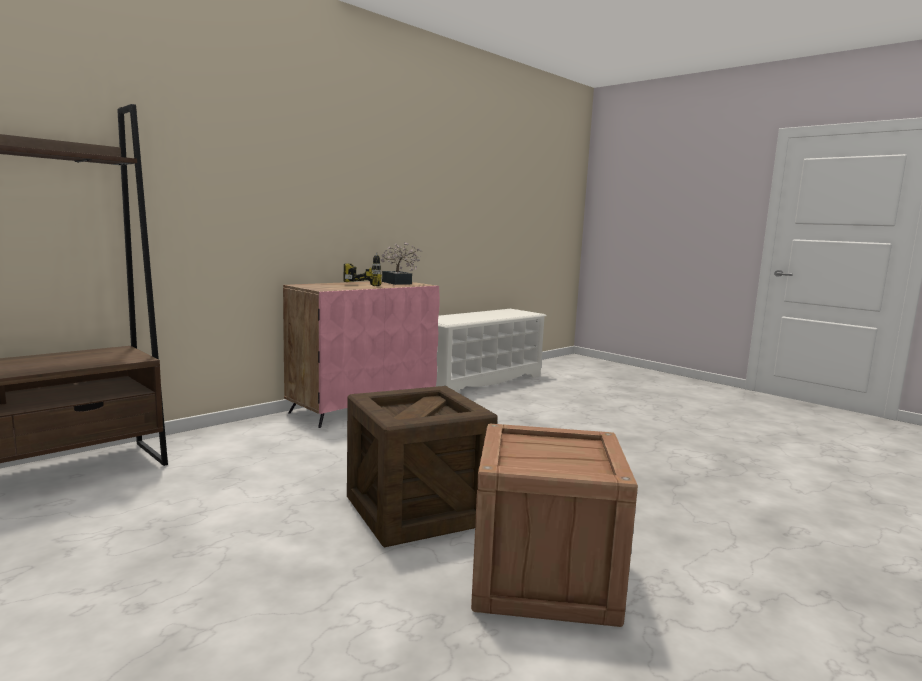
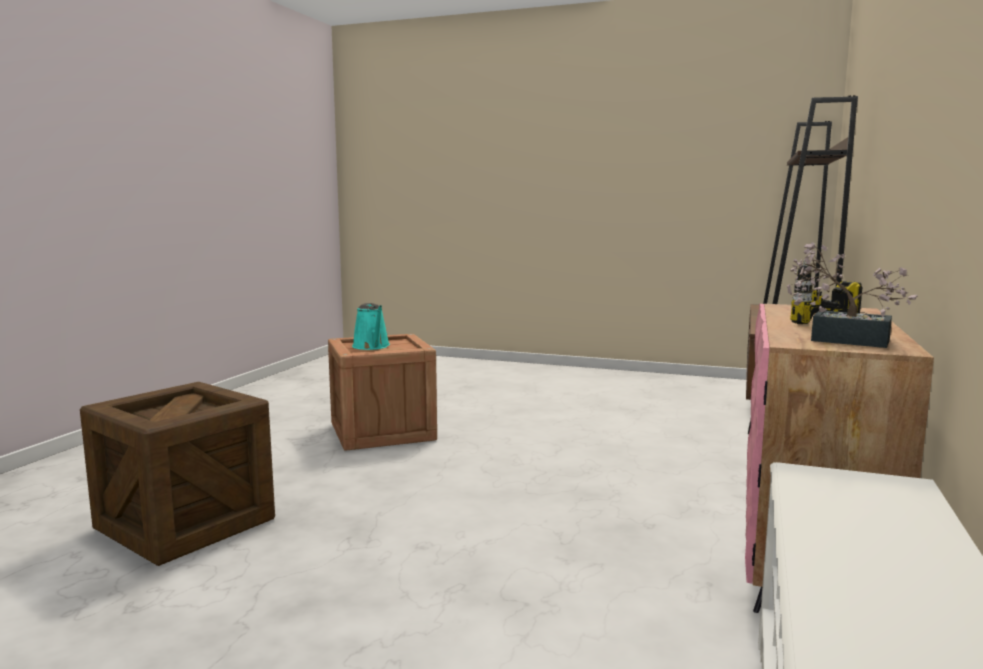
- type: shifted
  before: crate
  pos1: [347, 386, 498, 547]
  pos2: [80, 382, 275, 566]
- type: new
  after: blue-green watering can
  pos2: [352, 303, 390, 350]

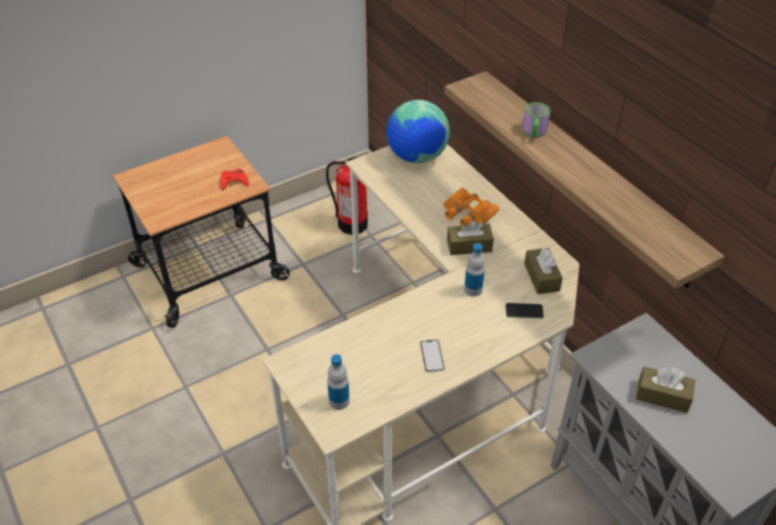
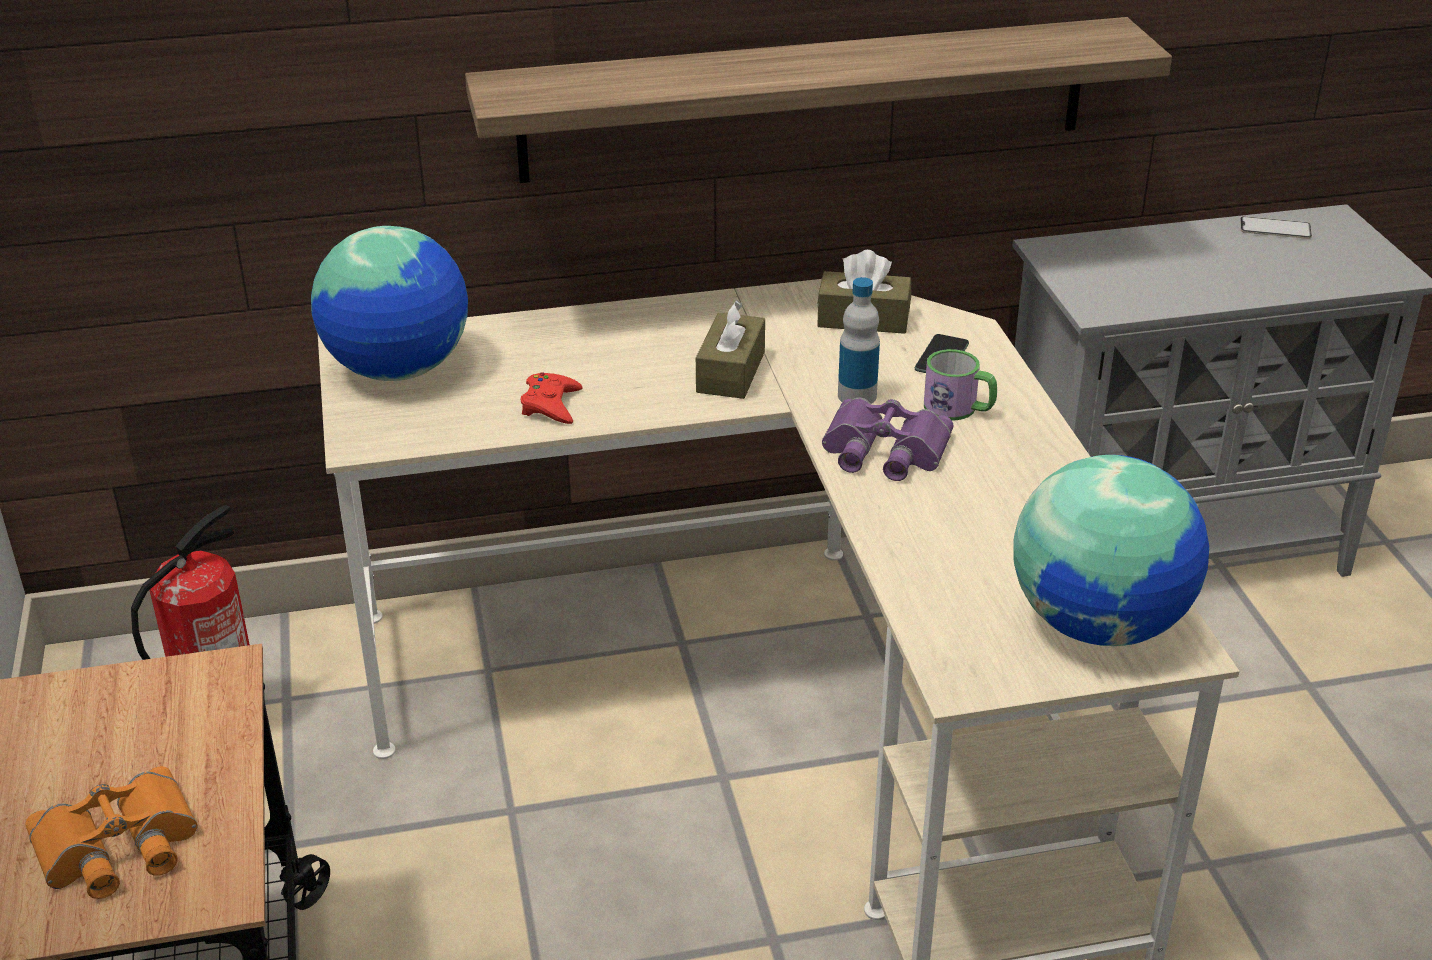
- type: shifted
  before: coffee mug
  pos1: [522, 102, 550, 138]
  pos2: [924, 349, 997, 420]
- type: shifted
  before: red game controller
  pos1: [220, 169, 249, 190]
  pos2: [521, 372, 583, 424]
- type: shifted
  before: orange-coloured pair of binoculars
  pos1: [444, 188, 499, 226]
  pos2: [25, 766, 197, 899]
- type: shifted
  before: telephone
  pos1: [420, 340, 445, 372]
  pos2: [1240, 216, 1312, 239]
- type: swapped
  before: beverage bottle
  after: world globe
  pos1: [327, 354, 350, 410]
  pos2: [1013, 455, 1209, 646]
- type: gone
  before: brownish tissue box
  pos1: [636, 366, 695, 413]
- type: new
  after: purplish pair of binoculars
  pos2: [822, 397, 953, 481]

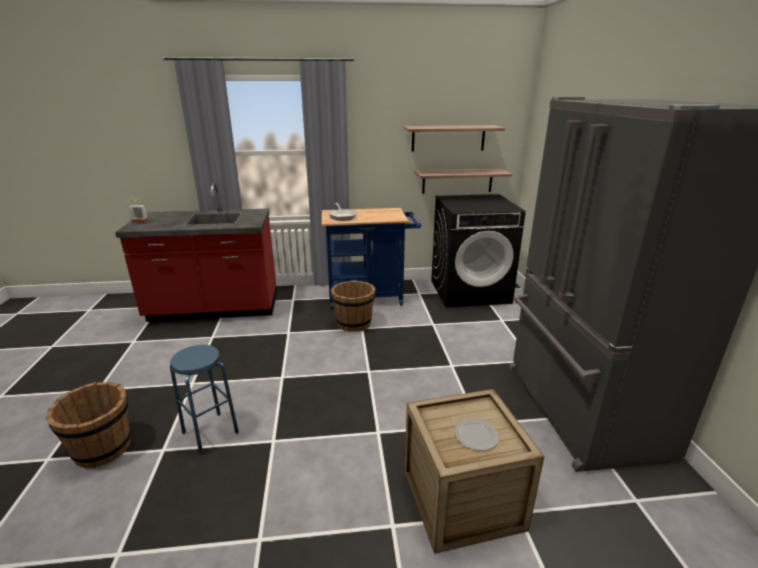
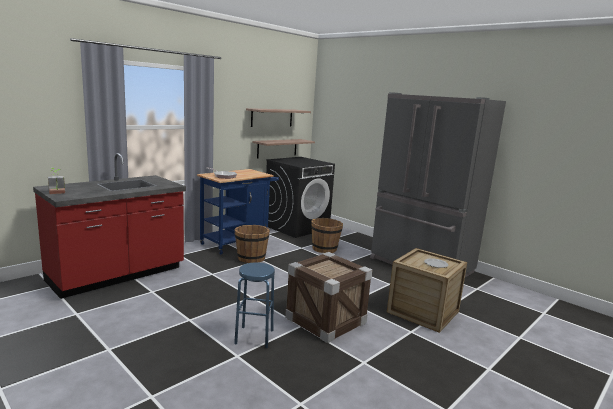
- type: shifted
  before: brownish pail
  pos1: [45, 382, 131, 468]
  pos2: [311, 218, 343, 253]
- type: new
  after: crate
  pos2: [285, 252, 372, 343]

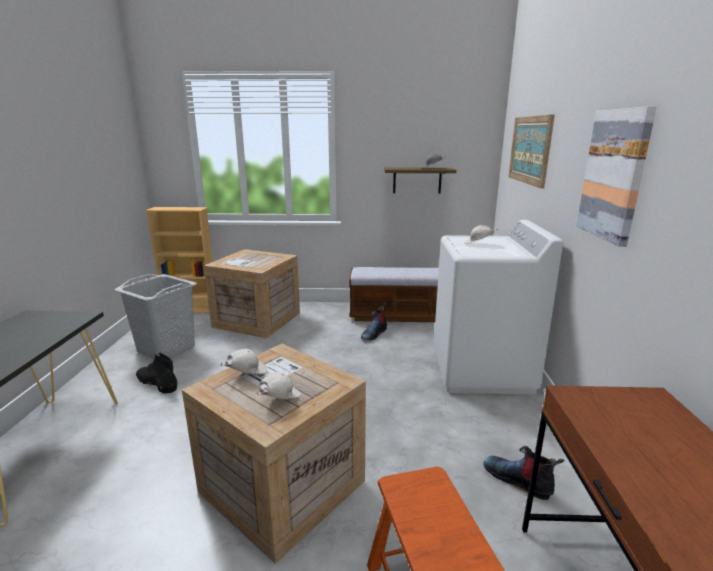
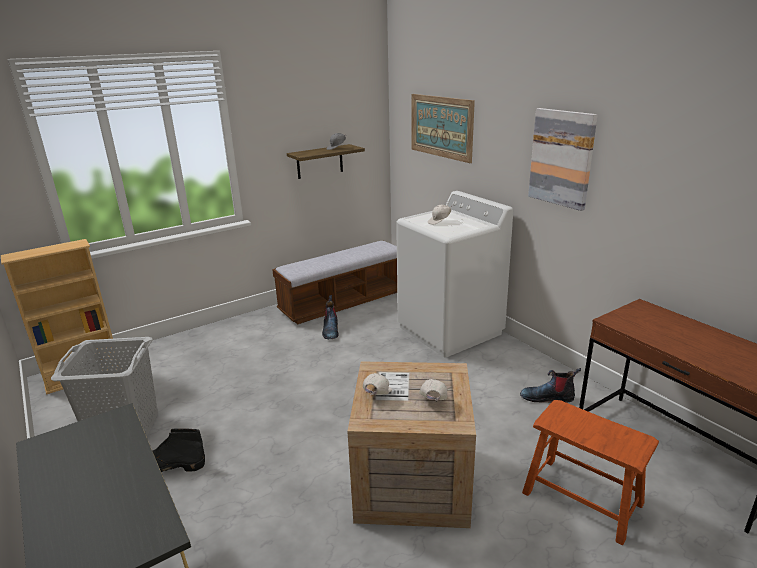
- type: gone
  before: crate
  pos1: [204, 249, 300, 338]

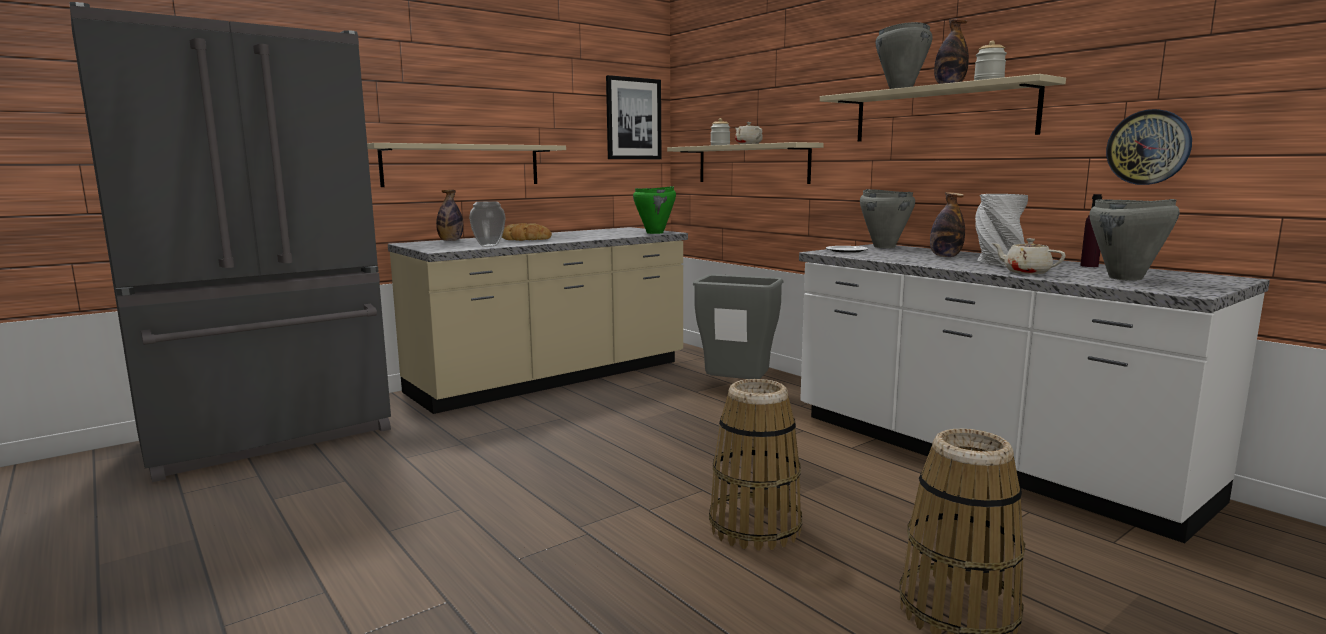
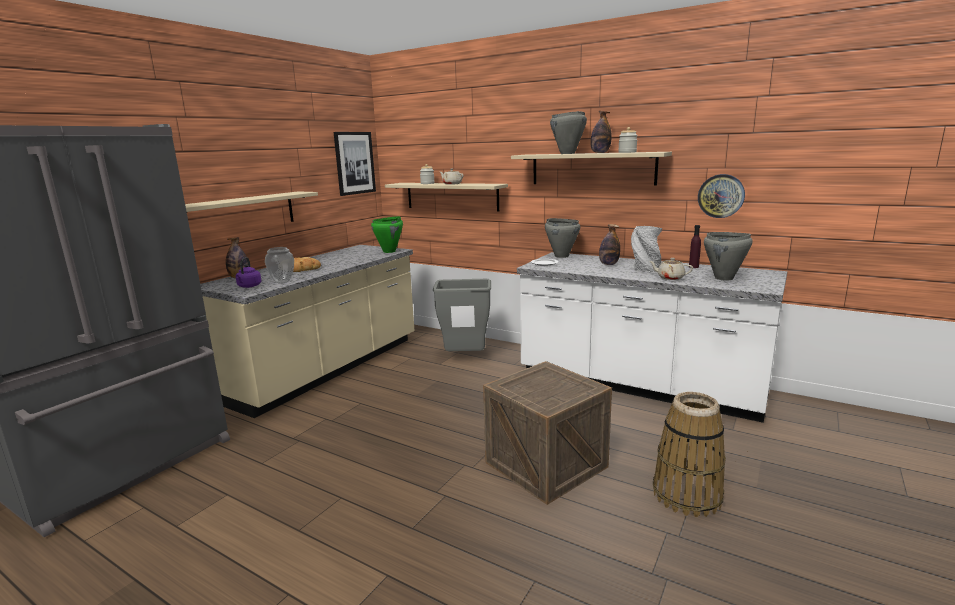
- type: swapped
  before: household basket
  after: crate
  pos1: [709, 379, 802, 551]
  pos2: [483, 361, 612, 505]
- type: new
  after: purplish tea kettle
  pos2: [236, 257, 261, 288]

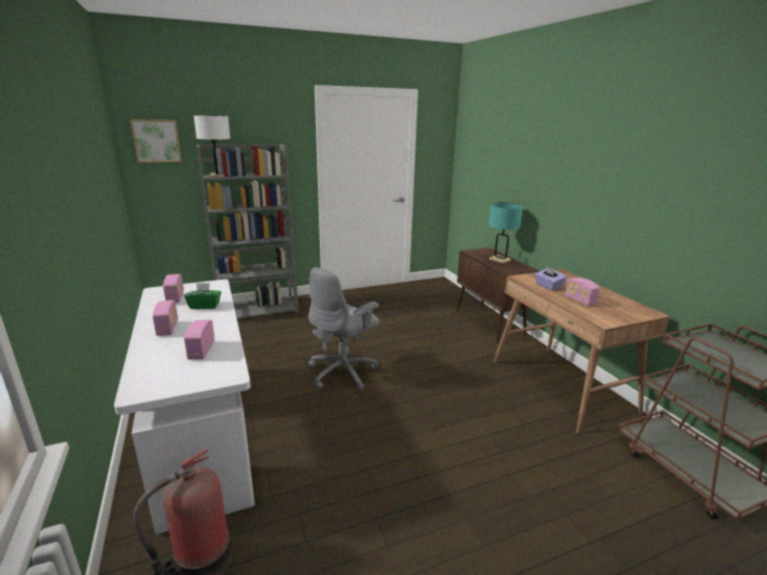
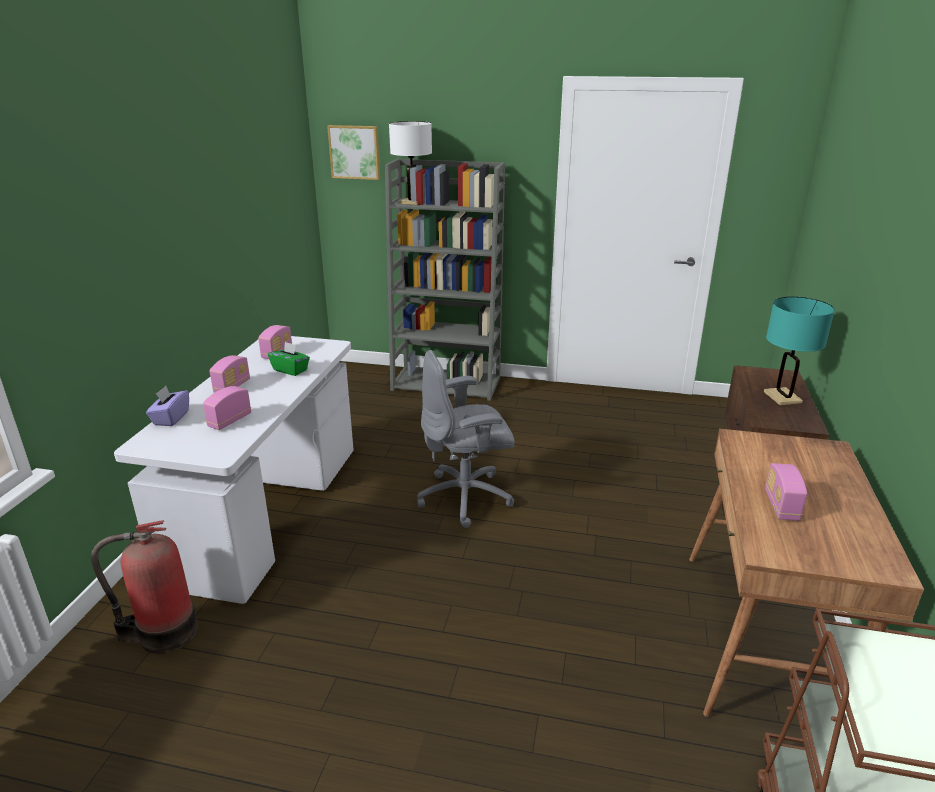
- type: shifted
  before: purplish tissue box
  pos1: [535, 266, 567, 291]
  pos2: [146, 386, 189, 426]

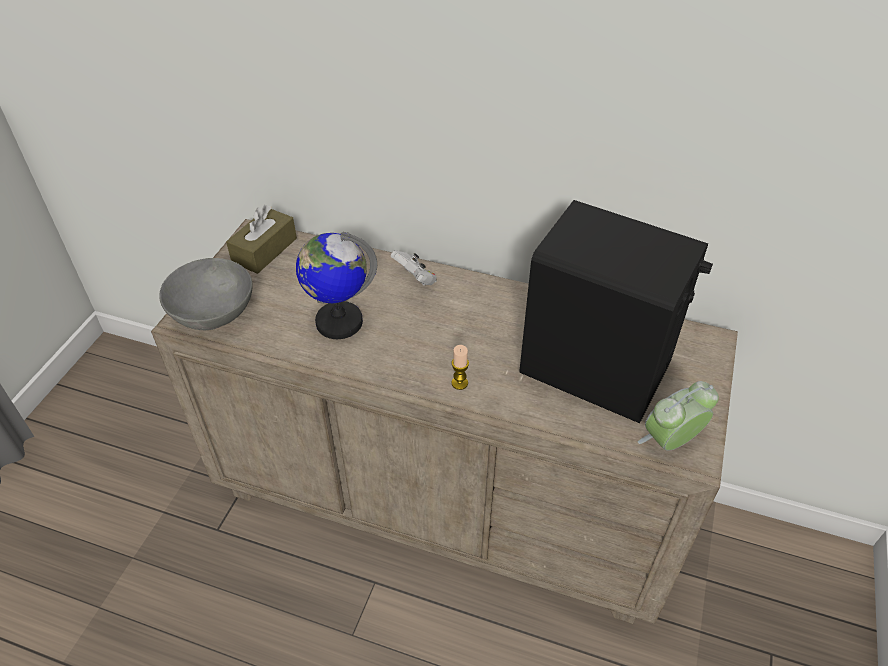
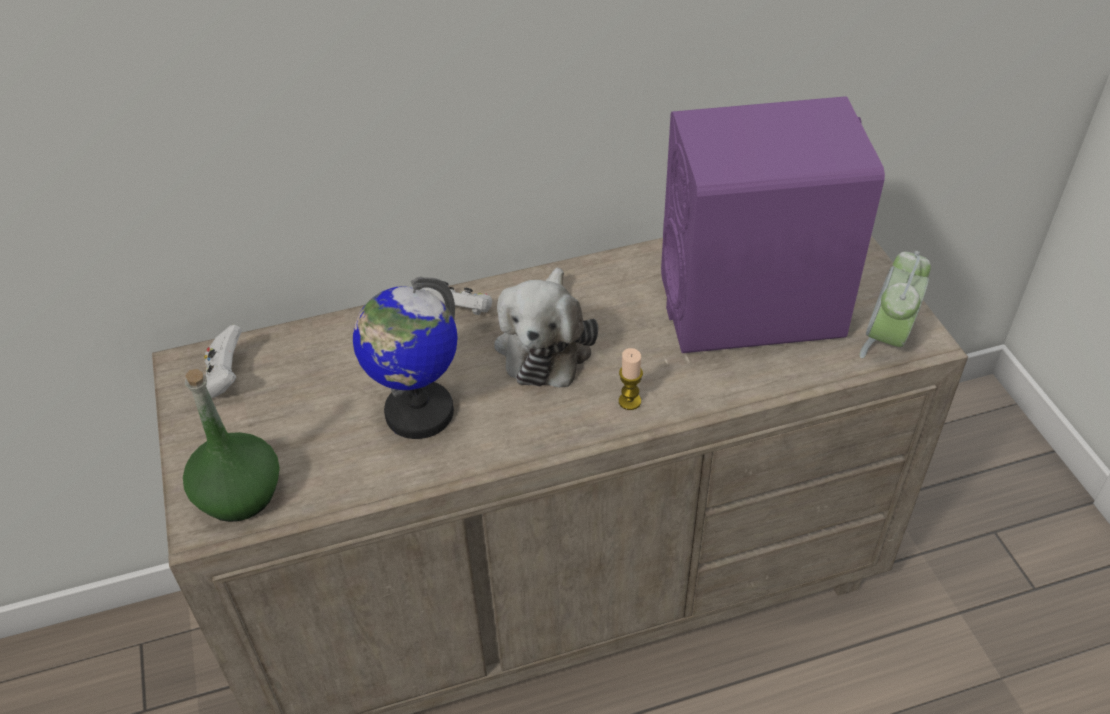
- type: repainted
  before: blackish loudspeaker
  after: purplish loudspeaker
  pos1: [519, 200, 713, 423]
  pos2: [661, 96, 885, 353]
- type: swapped
  before: brownish tissue box
  after: white game controller
  pos1: [226, 205, 297, 274]
  pos2: [204, 325, 242, 398]
- type: swapped
  before: grey bowl
  after: green-coloured beverage bottle
  pos1: [159, 258, 253, 330]
  pos2: [183, 369, 280, 522]
- type: new
  after: soft toy
  pos2: [494, 268, 598, 387]

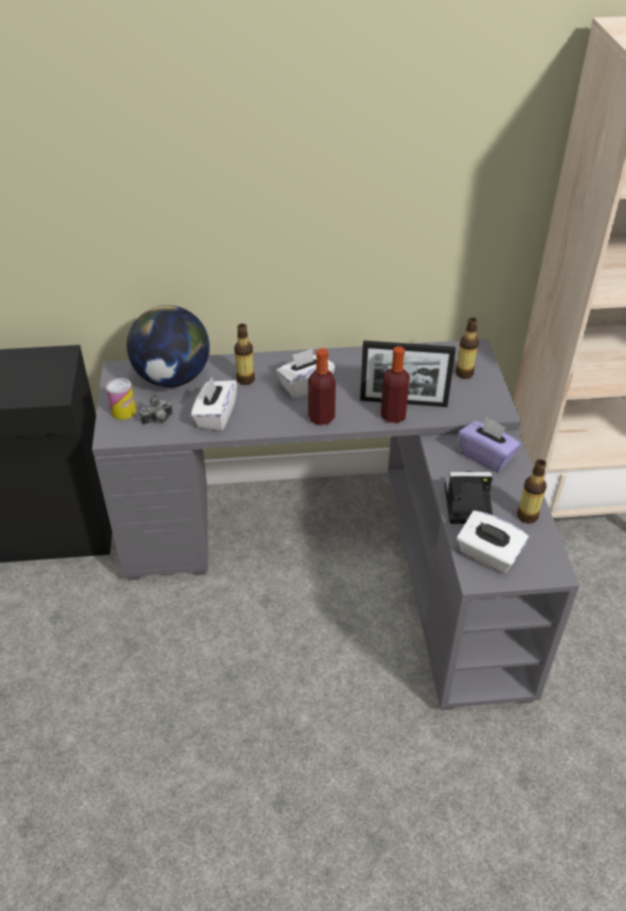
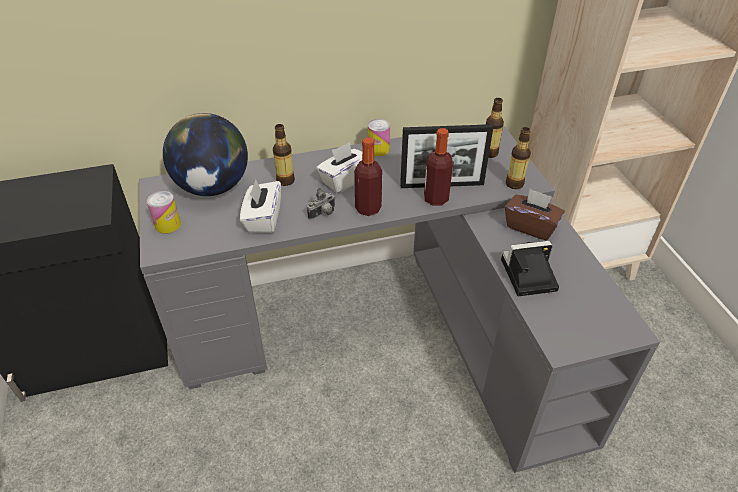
- type: shifted
  before: photo camera
  pos1: [140, 394, 173, 425]
  pos2: [307, 188, 335, 219]
- type: repainted
  before: purplish tissue box
  after: brownish tissue box
  pos1: [458, 417, 521, 472]
  pos2: [505, 189, 565, 240]
- type: shifted
  before: beverage bottle
  pos1: [517, 459, 546, 524]
  pos2: [506, 127, 531, 189]
- type: gone
  before: white tissue box
  pos1: [457, 511, 529, 573]
- type: new
  after: sealed can
  pos2: [368, 119, 390, 156]

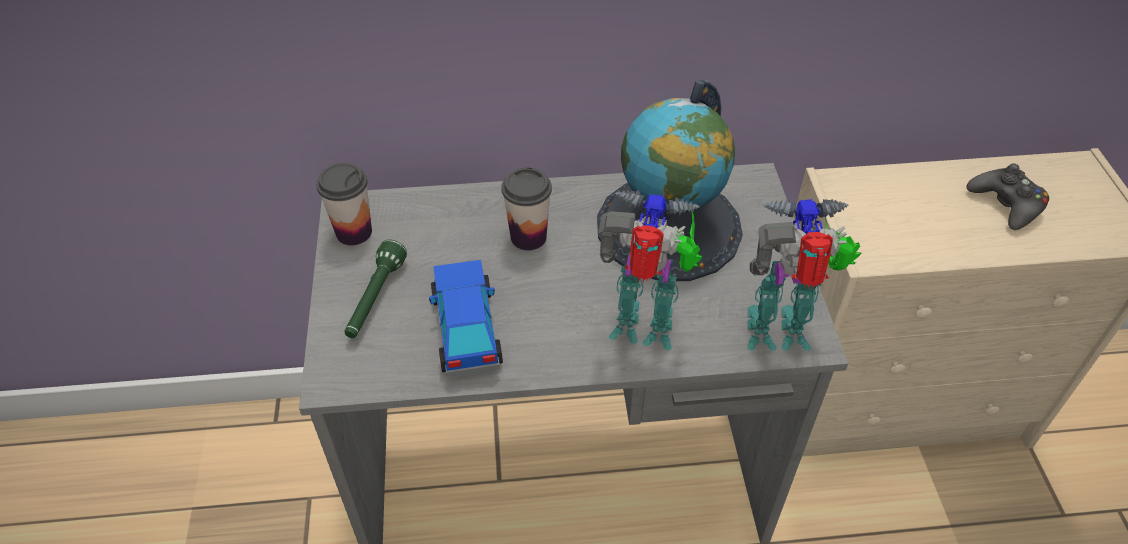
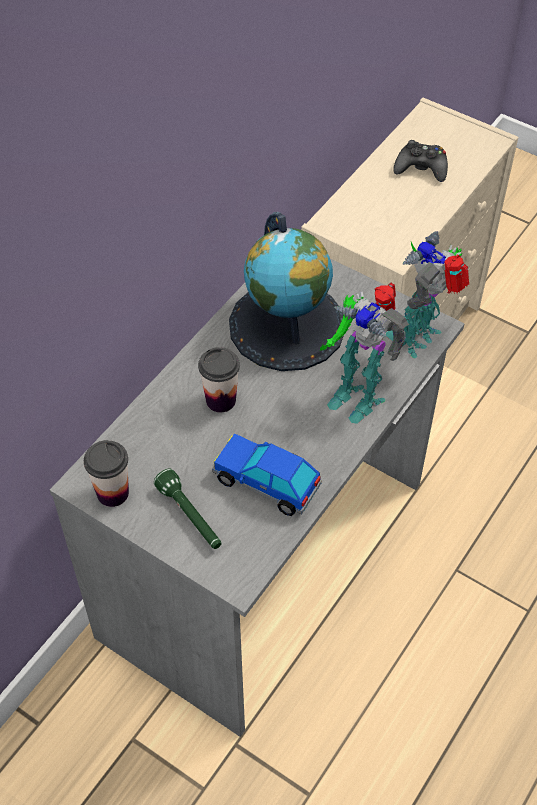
- type: rotated
  before: model robot
  pos1: [598, 190, 702, 350]
  pos2: [320, 283, 409, 424]
  turn: -105

